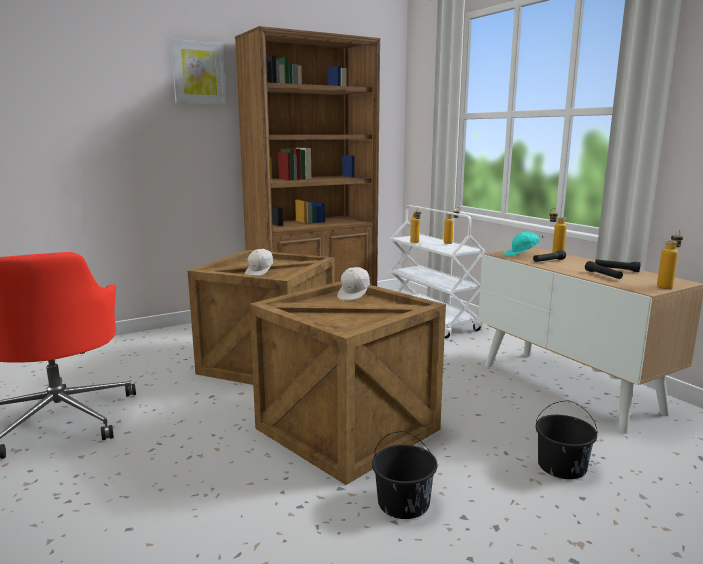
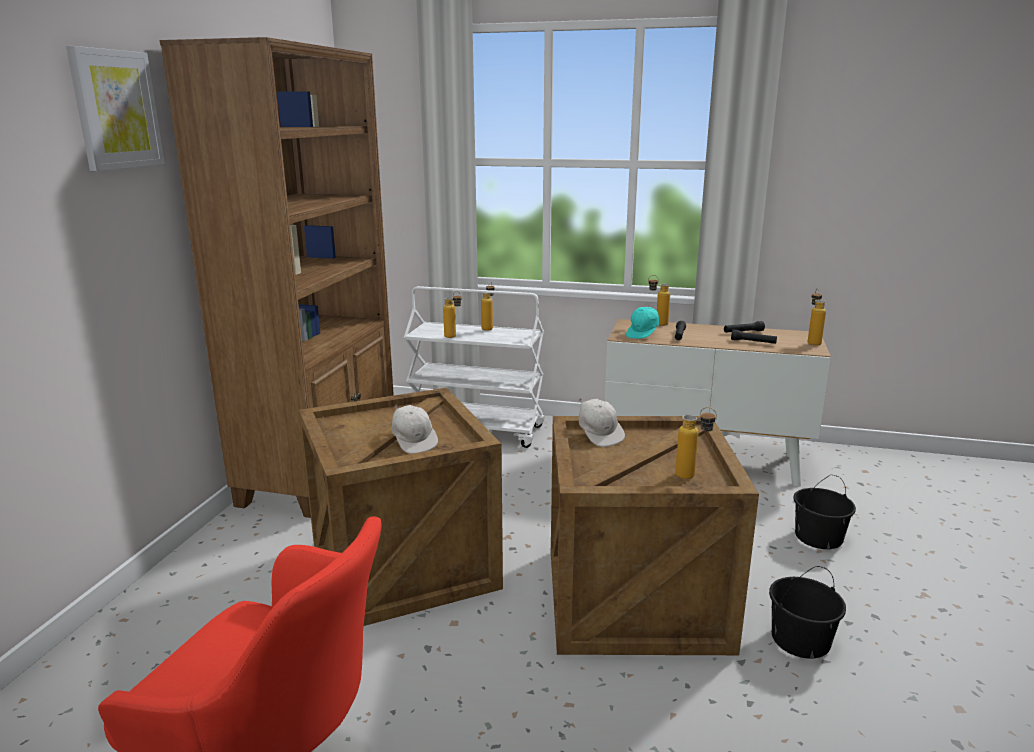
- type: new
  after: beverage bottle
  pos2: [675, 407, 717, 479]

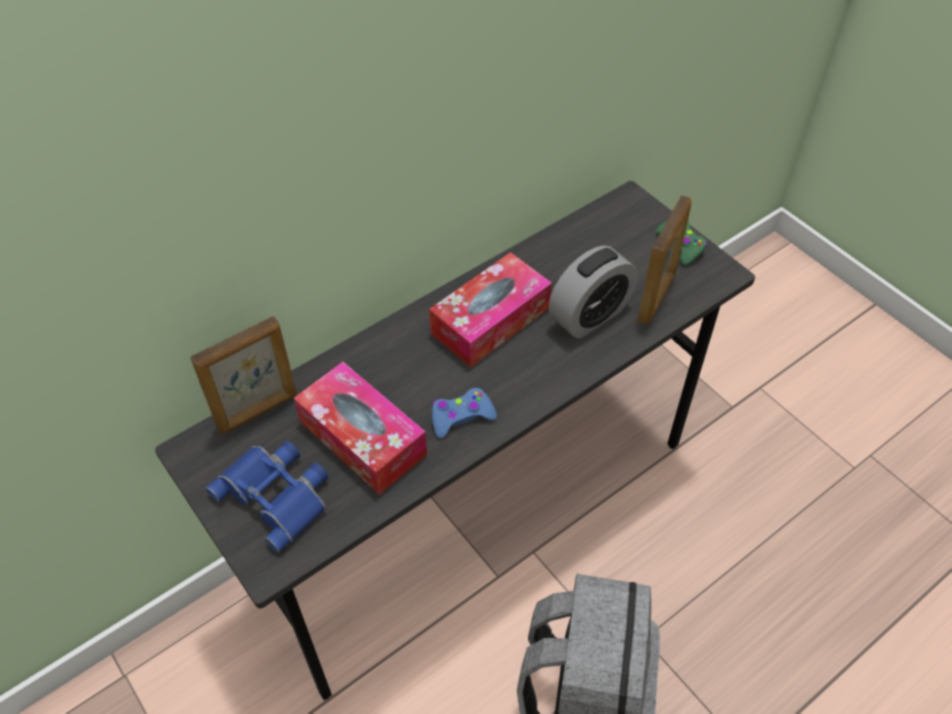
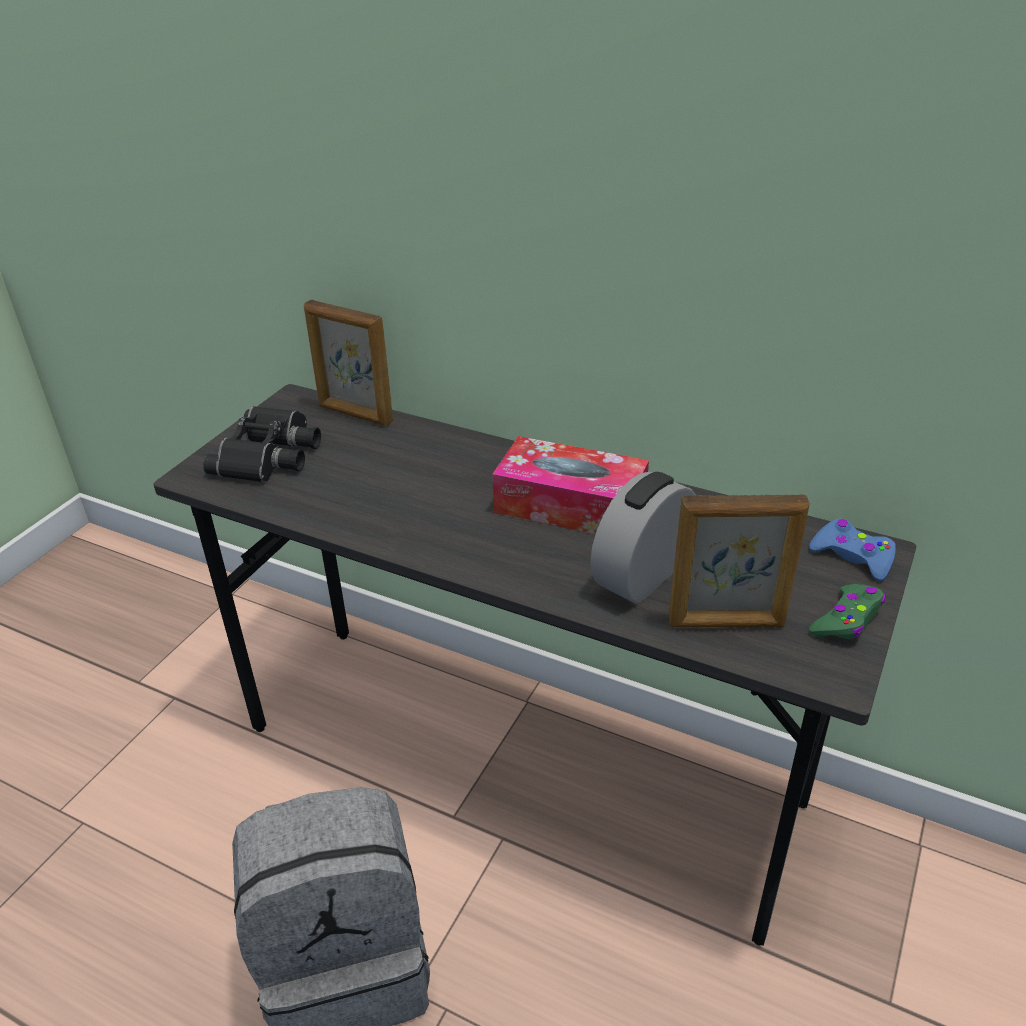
- type: rotated
  before: table clock
  pos1: [549, 245, 638, 338]
  pos2: [590, 472, 696, 604]
  turn: 105
- type: gone
  before: tissue box
  pos1: [294, 362, 427, 495]
- type: shifted
  before: bluish game controller
  pos1: [432, 387, 497, 438]
  pos2: [809, 519, 896, 581]
- type: repainted
  before: bluish pair of binoculars
  after: blackish pair of binoculars
  pos1: [206, 441, 329, 552]
  pos2: [203, 406, 321, 483]

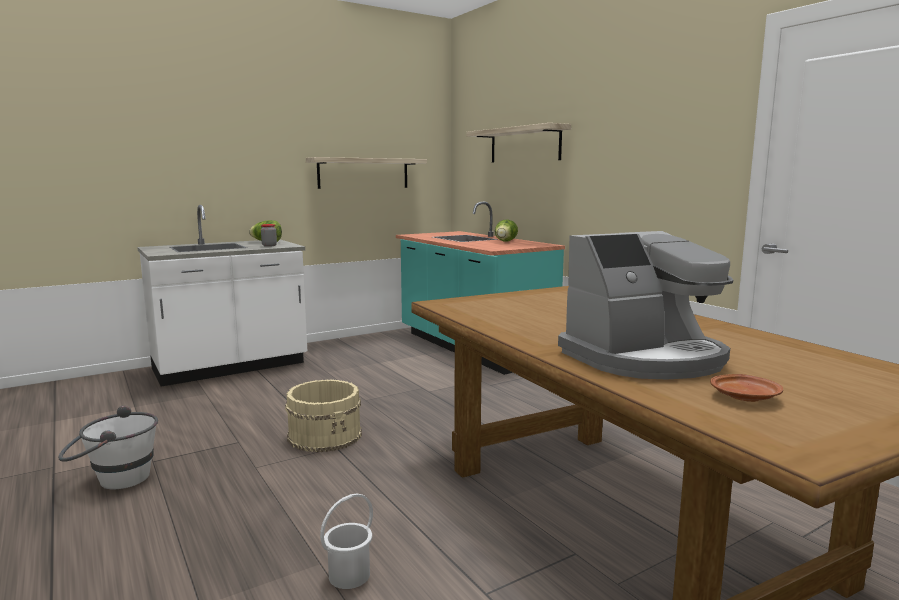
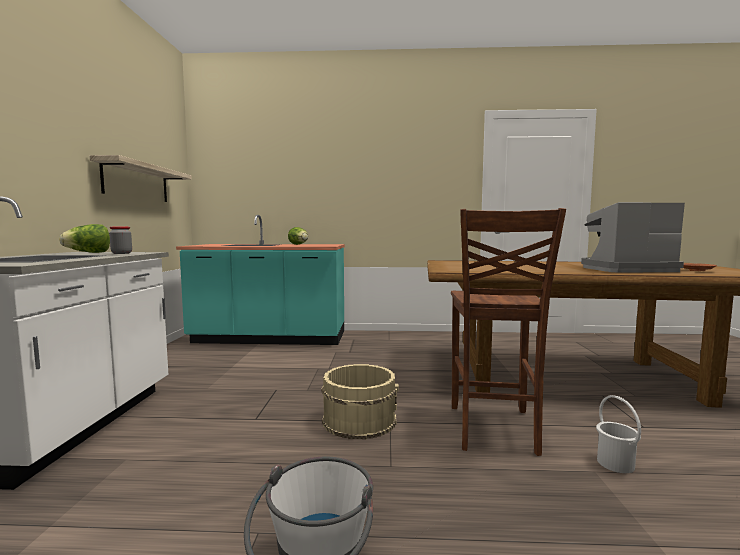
- type: gone
  before: bracket shelf
  pos1: [466, 123, 571, 162]
- type: rotated
  before: coffee machine
  pos1: [558, 231, 733, 379]
  pos2: [581, 202, 685, 273]
  turn: -105
- type: new
  after: brownish chair
  pos2: [451, 208, 566, 456]

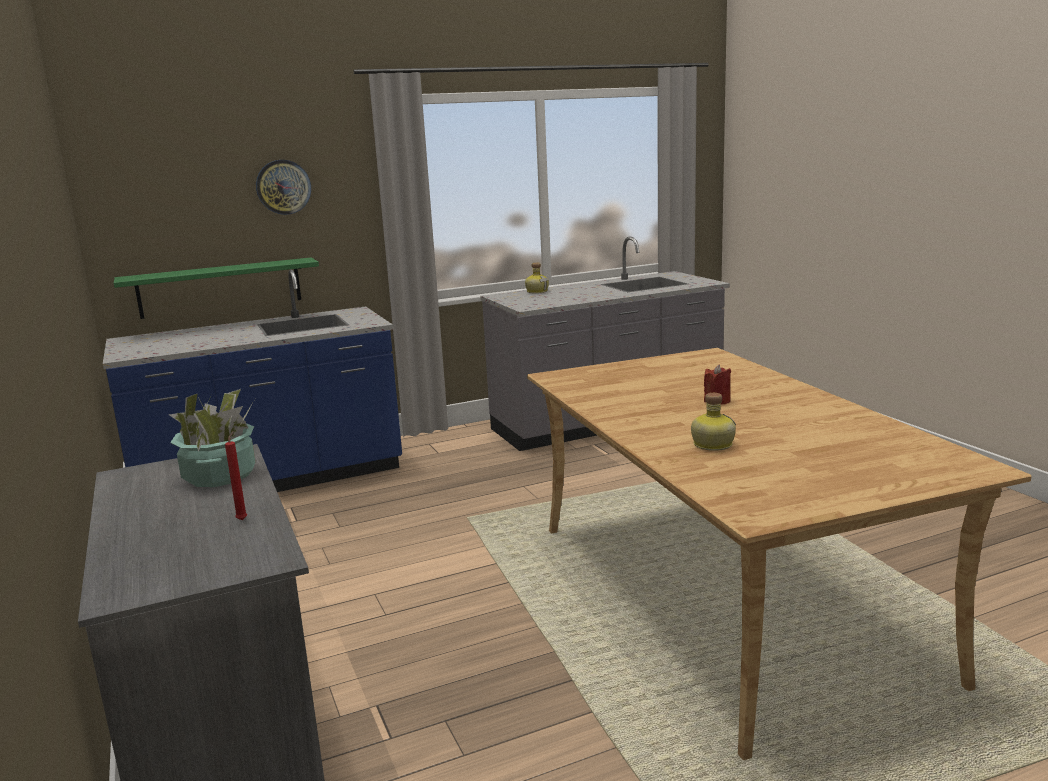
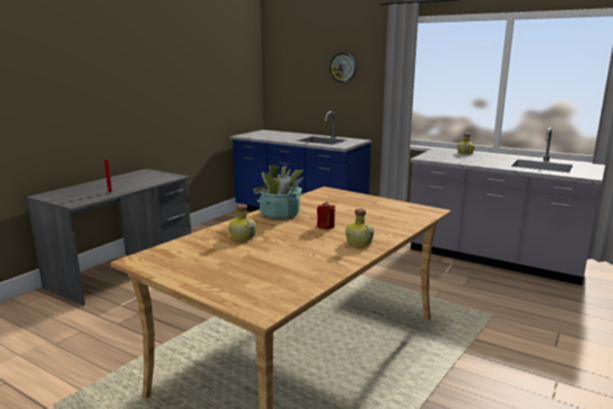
- type: gone
  before: green-coloured bracket shelf
  pos1: [114, 257, 319, 319]
- type: shifted
  before: houseplant
  pos1: [169, 389, 255, 487]
  pos2: [253, 165, 304, 219]
- type: new
  after: beverage bottle
  pos2: [346, 208, 374, 246]

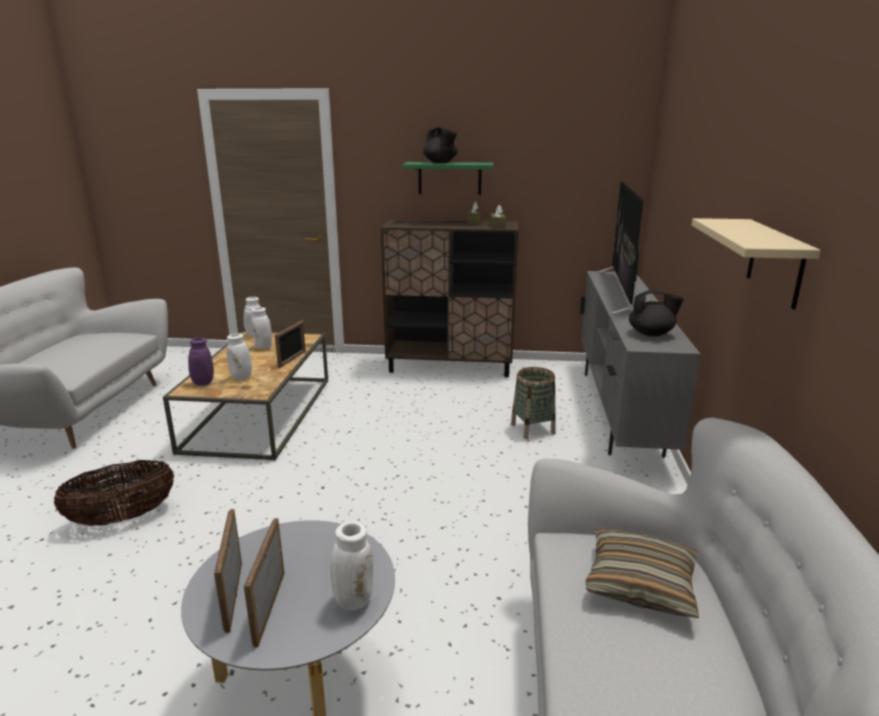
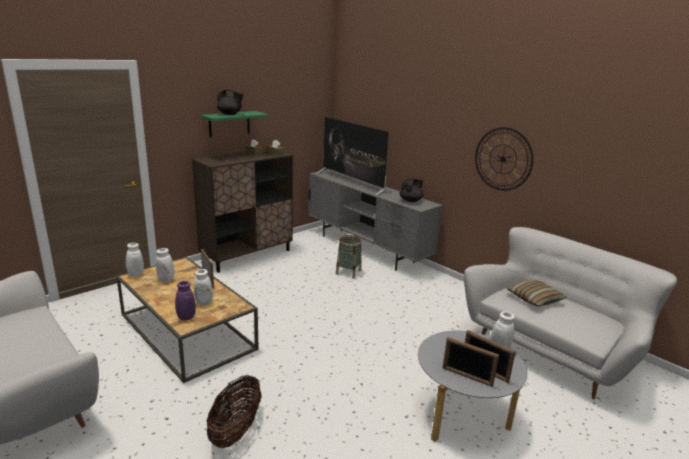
- type: swapped
  before: beige-coloured bracket shelf
  after: wall clock
  pos1: [692, 218, 821, 309]
  pos2: [475, 127, 533, 191]

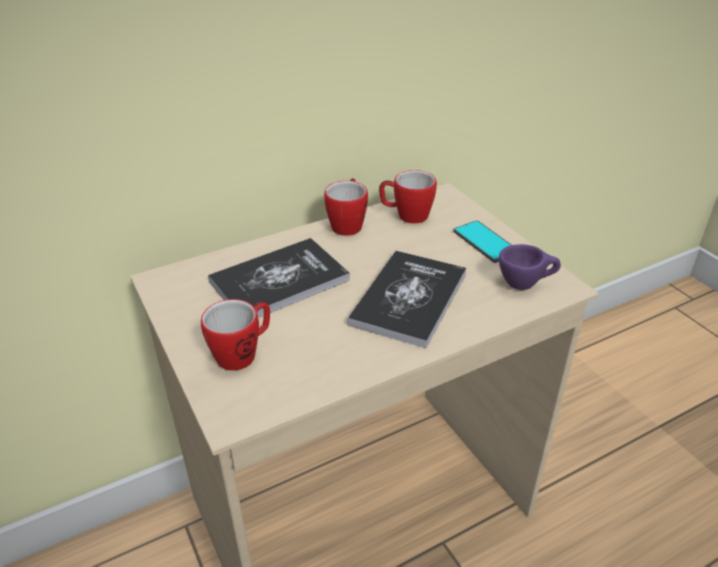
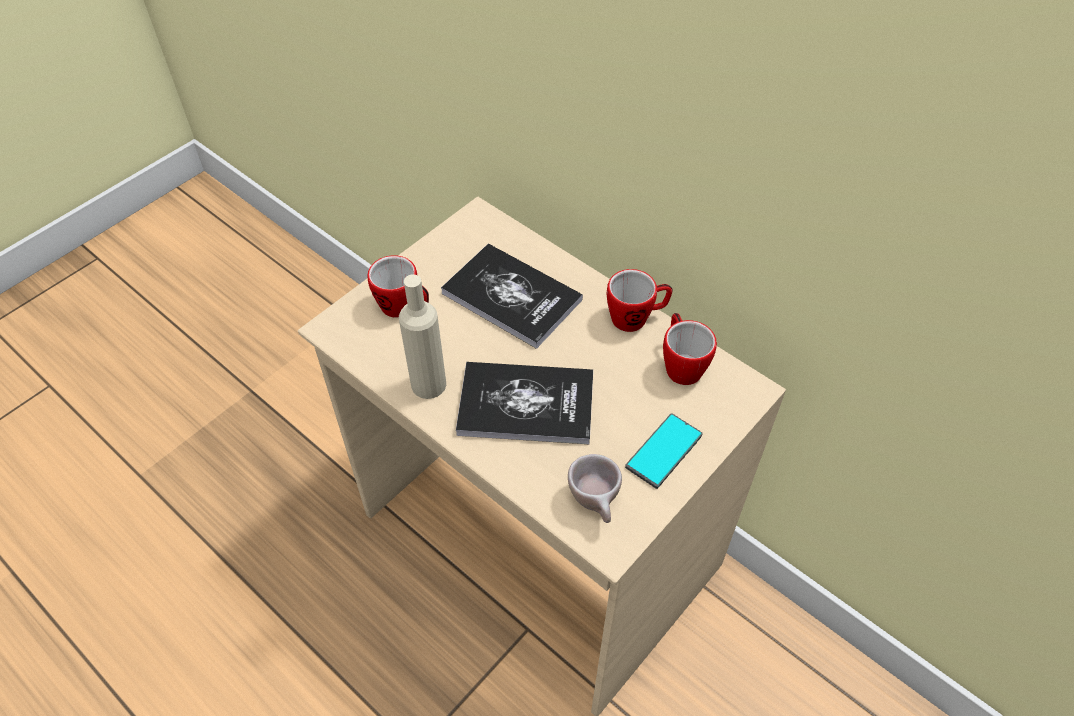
- type: repainted
  before: purplish cup
  after: beige-coloured cup
  pos1: [499, 244, 561, 290]
  pos2: [568, 454, 622, 523]
- type: new
  after: beige-coloured beverage bottle
  pos2: [399, 274, 446, 399]

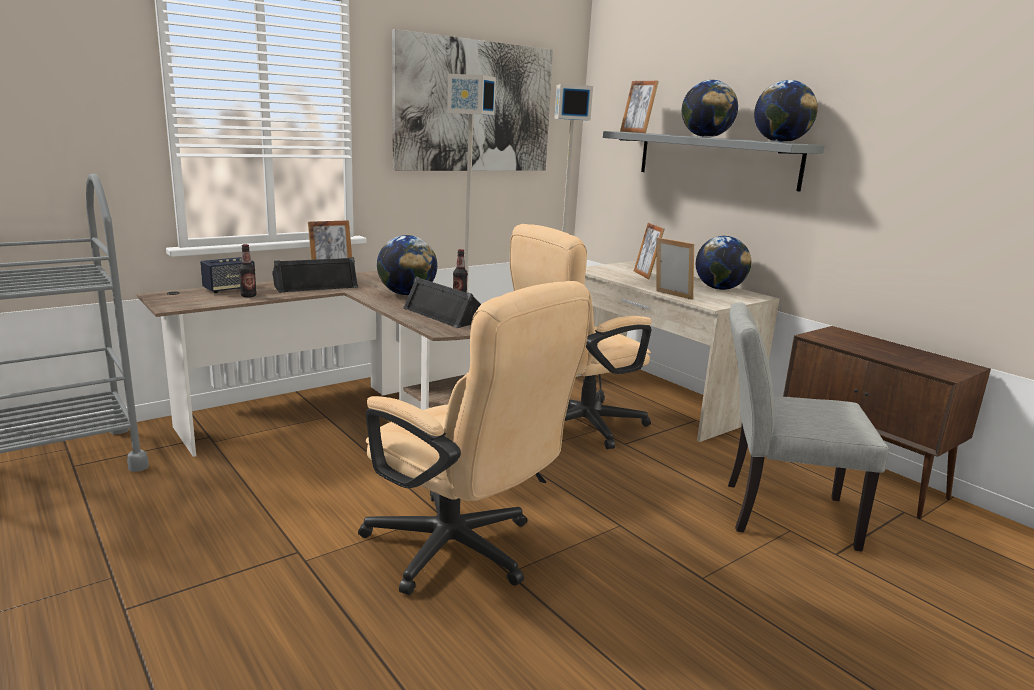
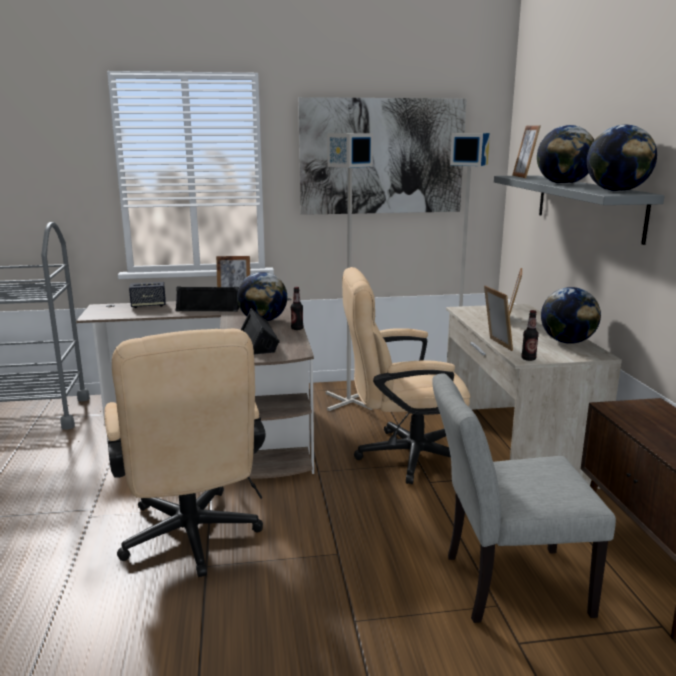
- type: shifted
  before: beverage bottle
  pos1: [239, 244, 257, 298]
  pos2: [521, 310, 539, 361]
- type: rotated
  before: grey chair
  pos1: [728, 302, 889, 552]
  pos2: [432, 373, 616, 623]
  turn: -45

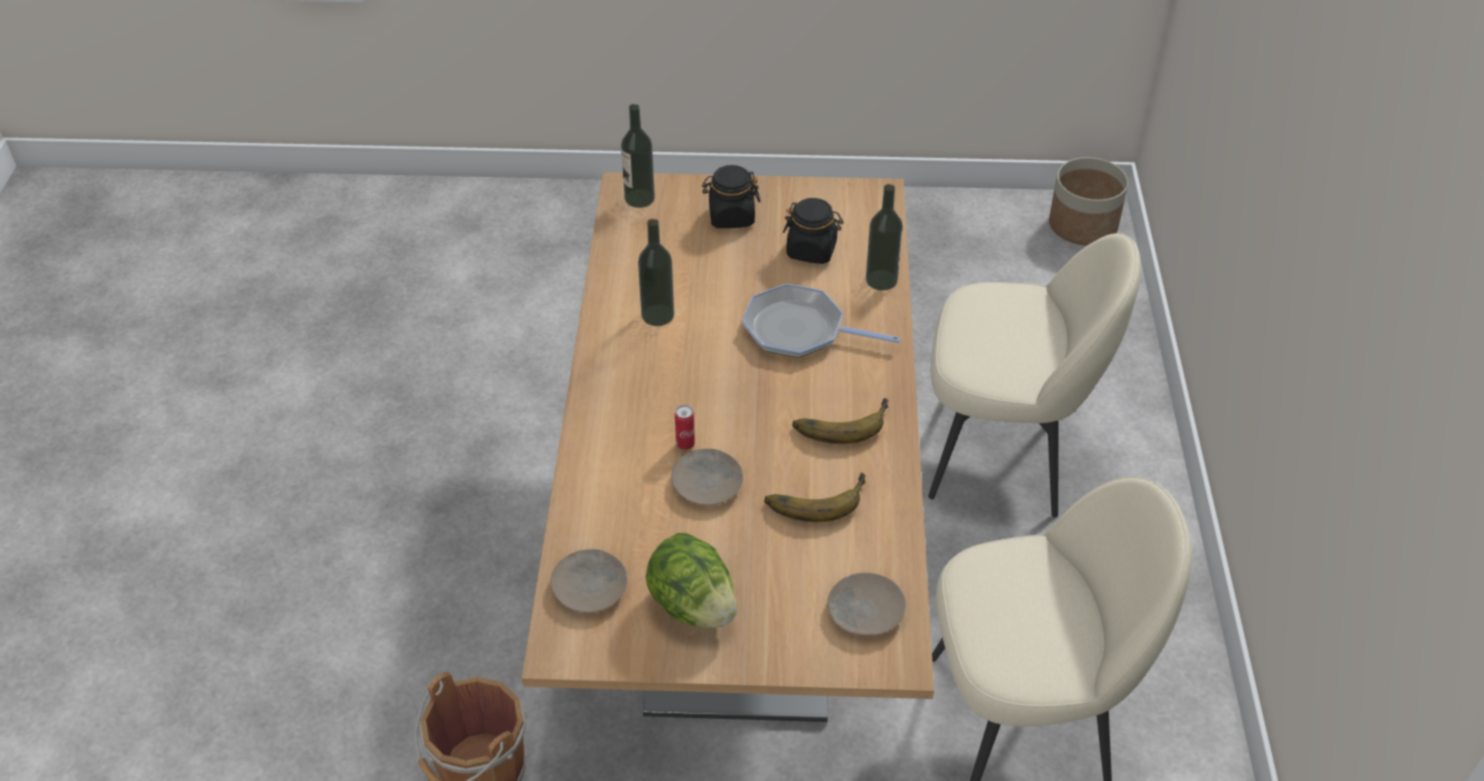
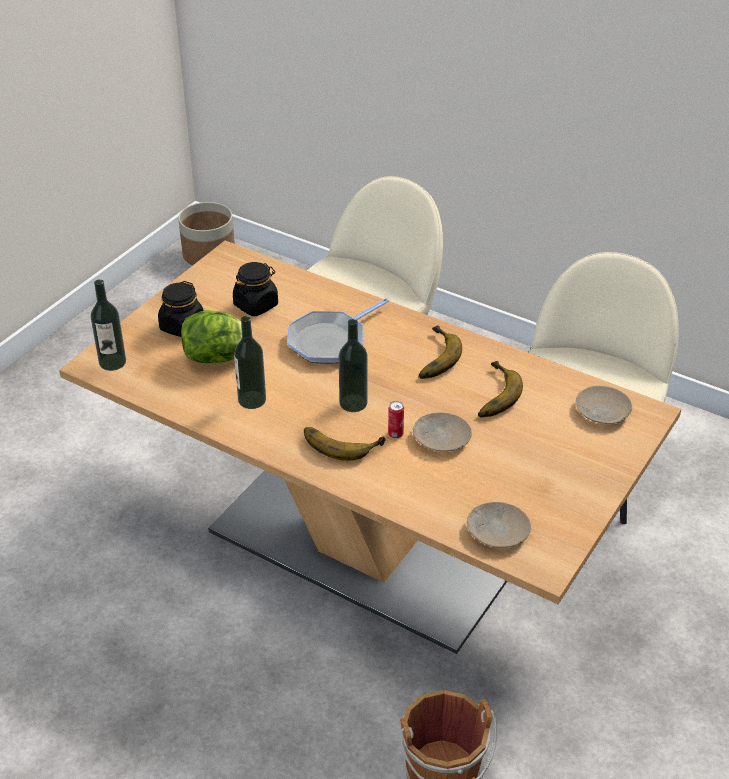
- type: shifted
  before: beverage bottle
  pos1: [866, 184, 903, 291]
  pos2: [339, 319, 368, 412]
- type: shifted
  before: head of lettuce
  pos1: [646, 533, 737, 628]
  pos2: [181, 310, 253, 363]
- type: new
  after: whole banana
  pos2: [304, 427, 386, 460]

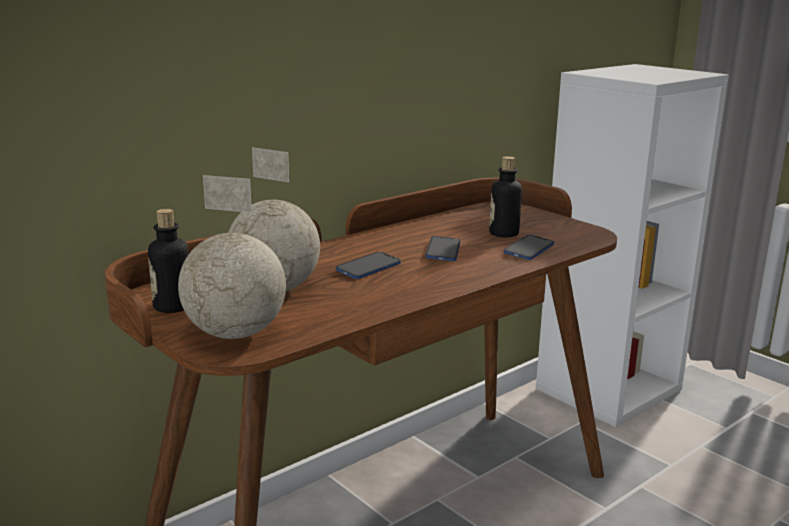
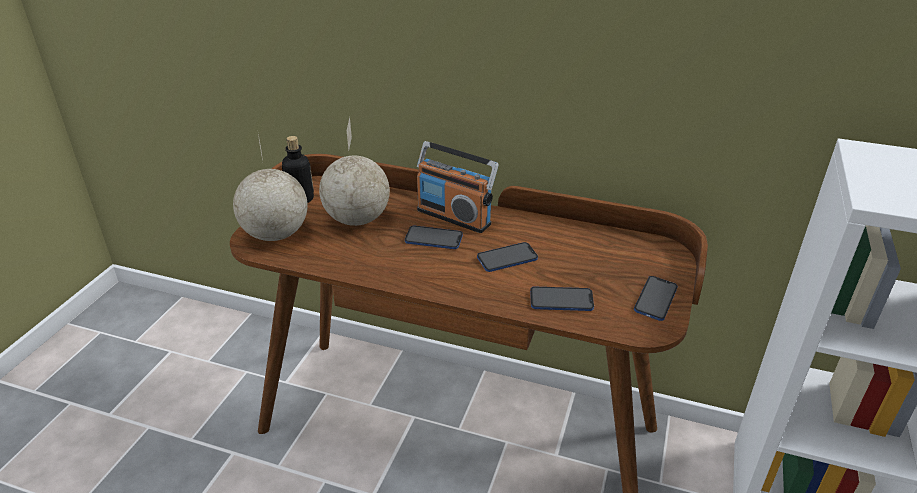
- type: gone
  before: beverage bottle
  pos1: [489, 156, 522, 238]
- type: new
  after: radio set
  pos2: [417, 141, 498, 233]
- type: new
  after: telephone
  pos2: [634, 276, 678, 321]

